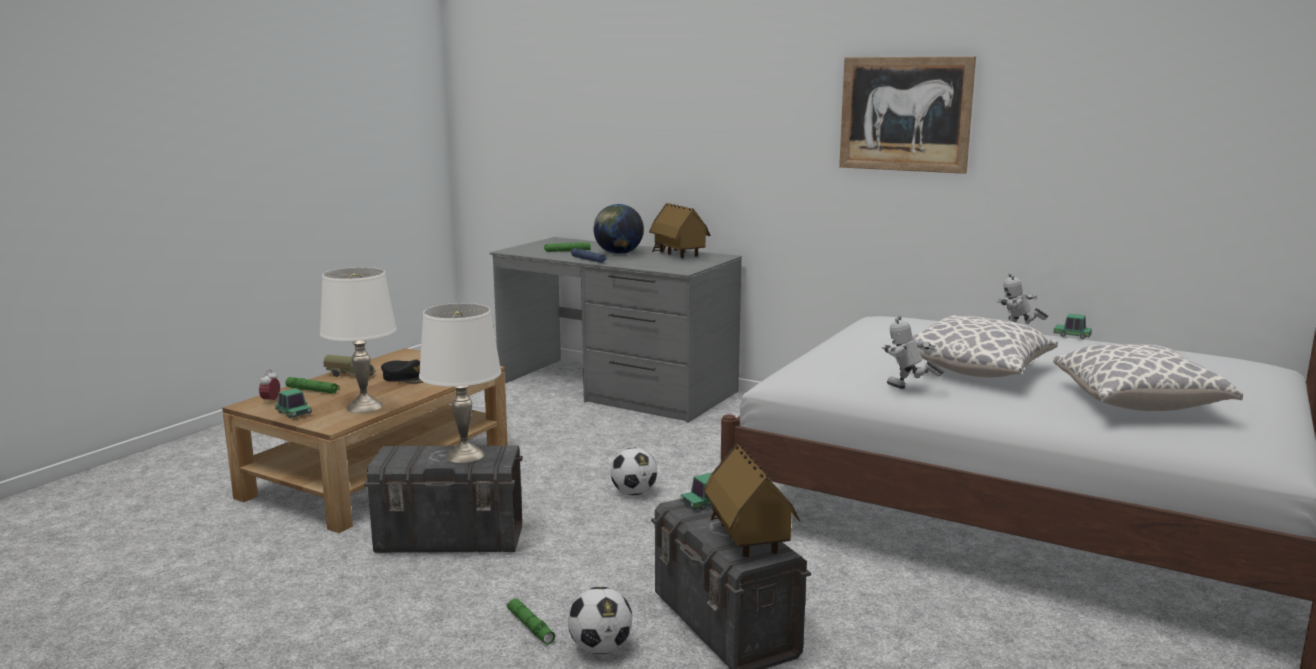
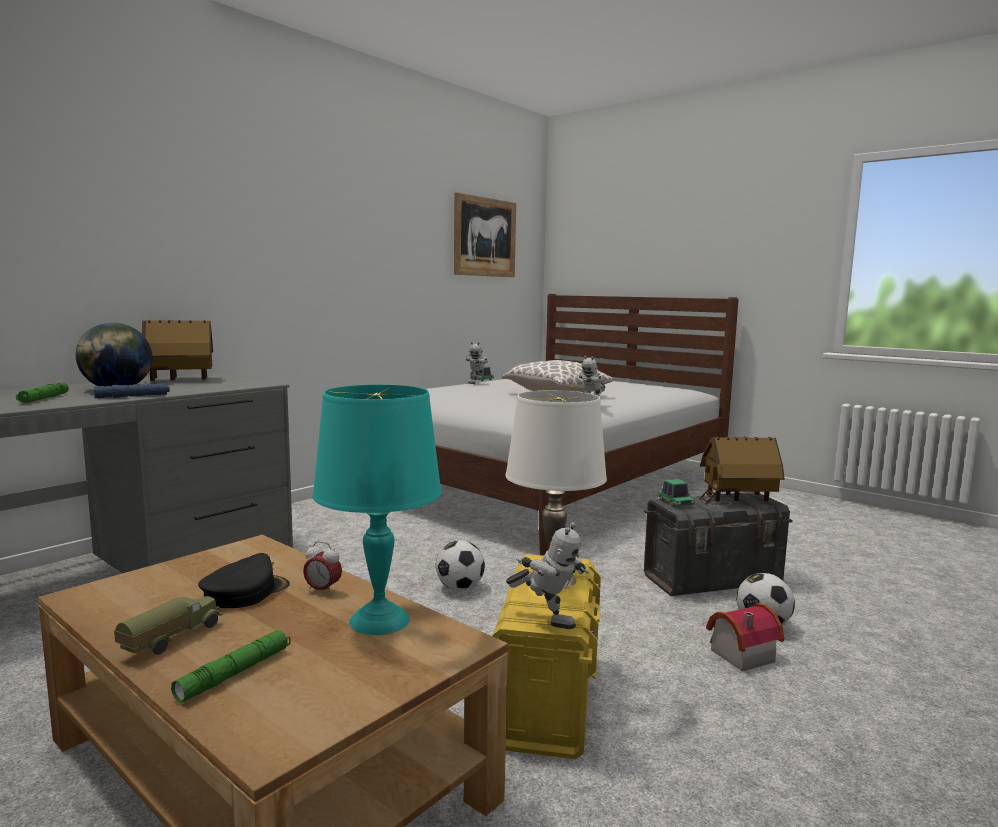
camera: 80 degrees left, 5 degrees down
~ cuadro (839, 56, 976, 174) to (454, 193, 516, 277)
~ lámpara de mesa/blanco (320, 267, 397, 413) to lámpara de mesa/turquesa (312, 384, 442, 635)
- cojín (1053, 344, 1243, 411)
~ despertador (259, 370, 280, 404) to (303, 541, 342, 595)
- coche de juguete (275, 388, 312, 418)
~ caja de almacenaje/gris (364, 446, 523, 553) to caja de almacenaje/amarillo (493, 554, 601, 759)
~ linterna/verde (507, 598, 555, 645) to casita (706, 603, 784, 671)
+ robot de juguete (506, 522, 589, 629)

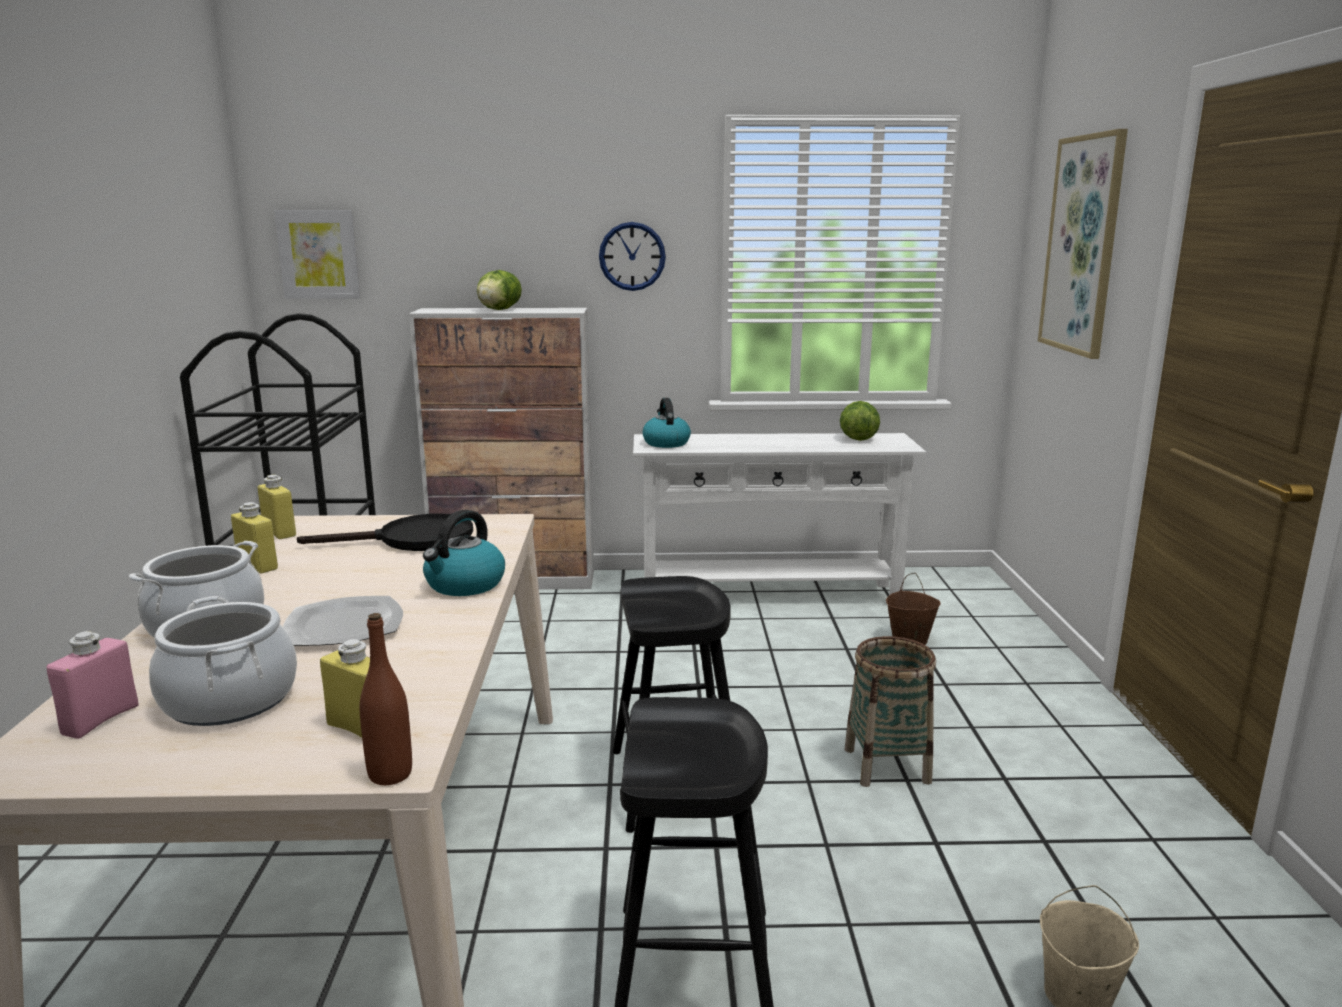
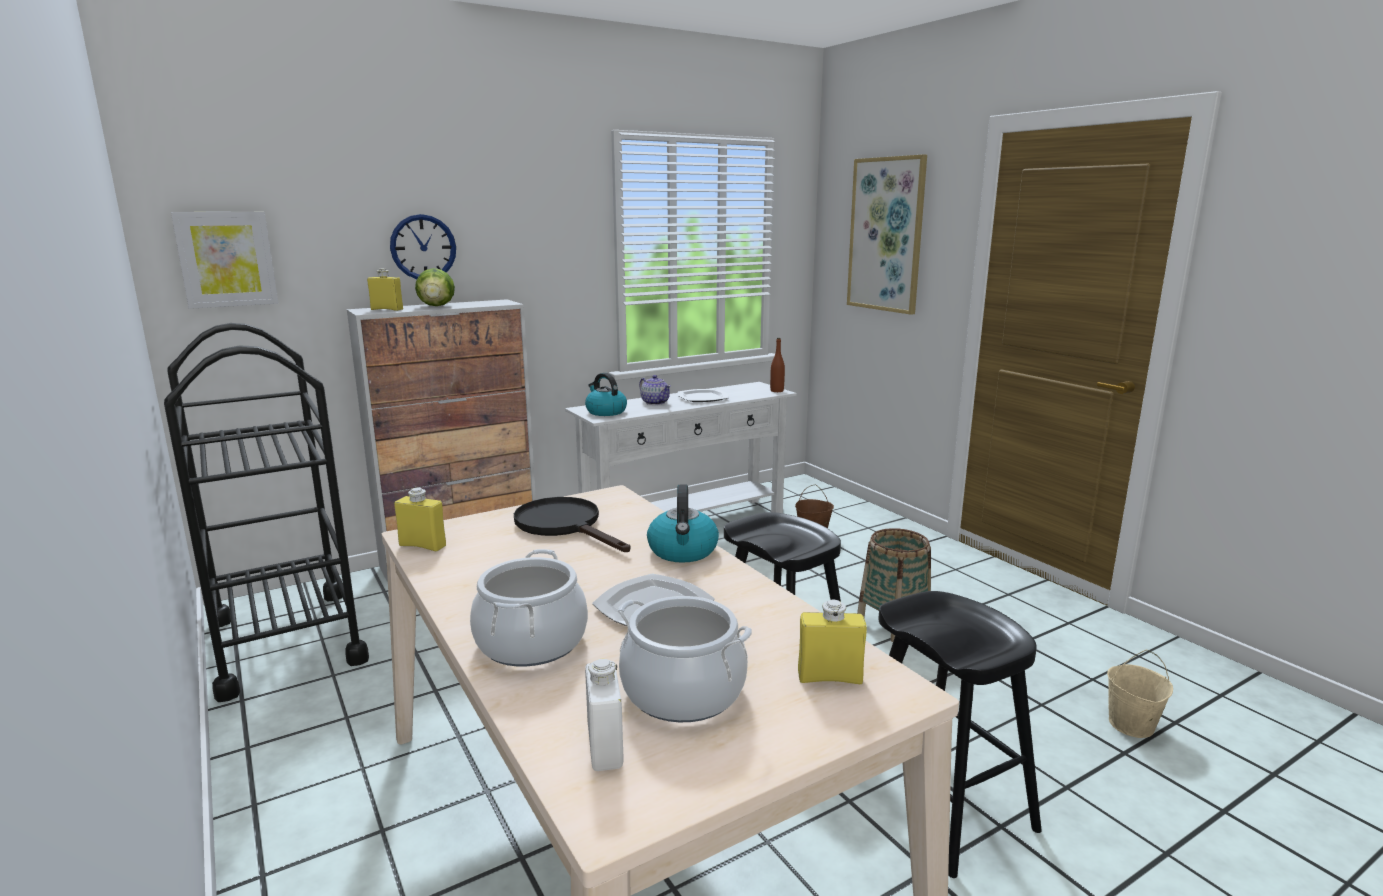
camera: 30 degrees left, 0 degrees up
~ reloj de pared (599, 222, 666, 291) to (390, 214, 456, 279)
- lechuga (840, 401, 880, 441)
~ botella/amarillo (231, 502, 278, 573) to (367, 268, 403, 311)
~ sartén/negro (297, 513, 473, 551) = (514, 497, 630, 552) 90 degrees counterclockwise
~ botella/marrón (360, 613, 412, 785) to (770, 338, 785, 392)
~ botella/rosa (47, 631, 139, 739) to botella/blanco (585, 659, 624, 771)
+ tetera (639, 375, 671, 405)
+ plato (678, 389, 729, 402)

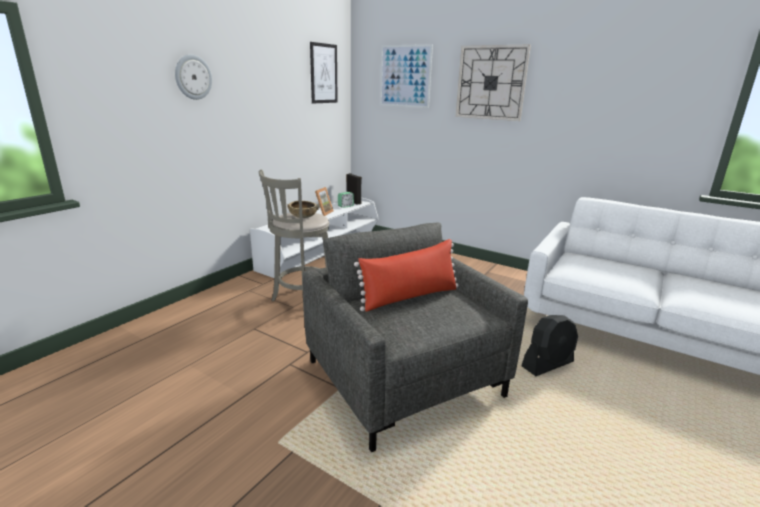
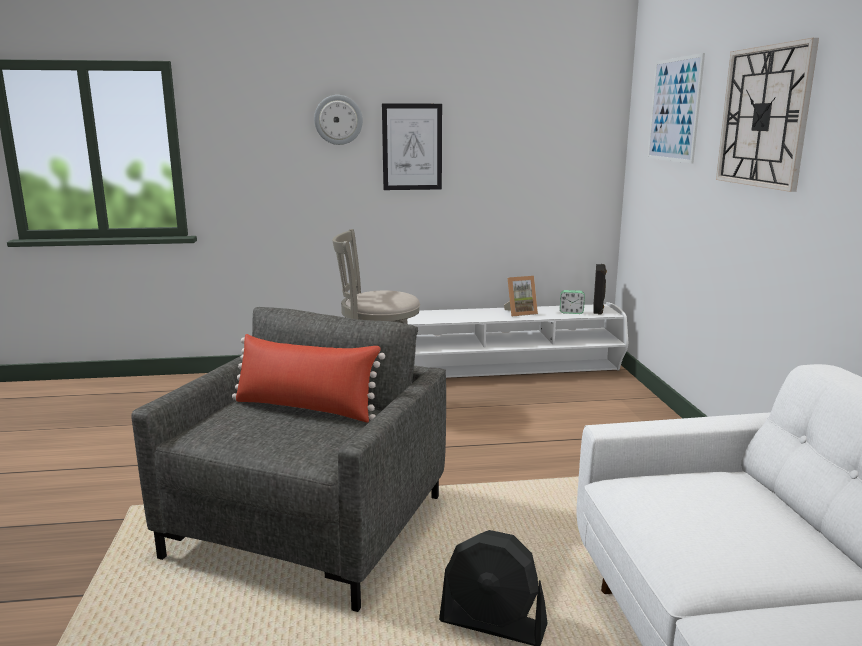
camera: 50 degrees right, 5 degrees down
~ cuadro (310, 42, 338, 104) to (382, 104, 442, 190)
- cuenco/marrón (287, 201, 318, 218)

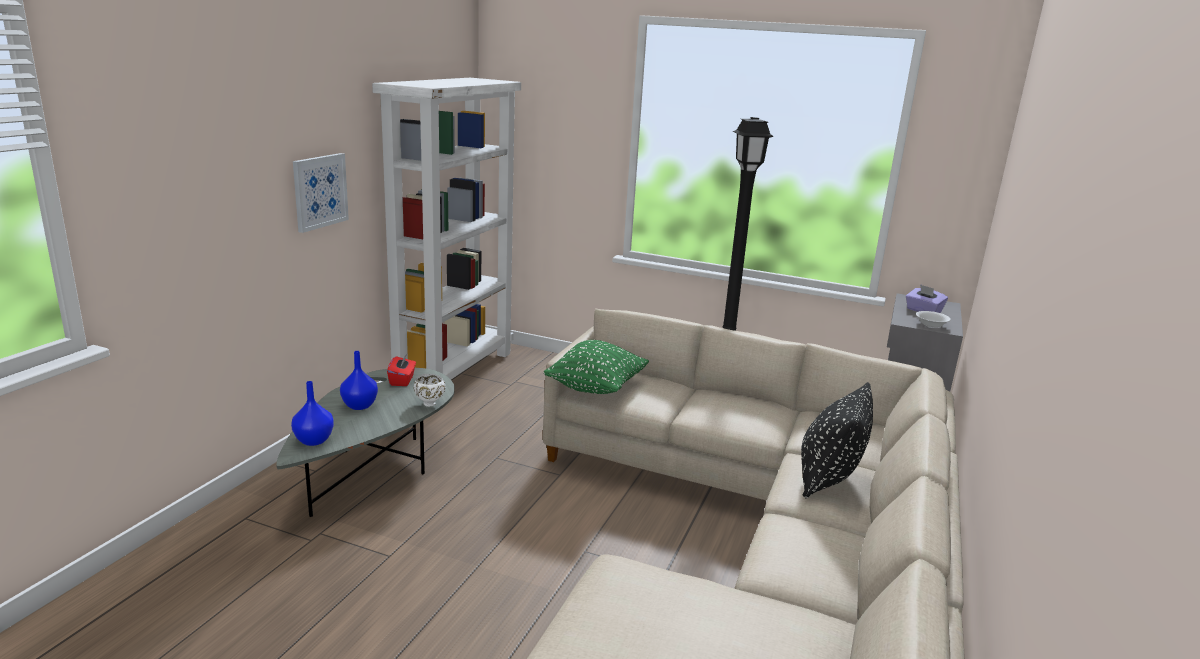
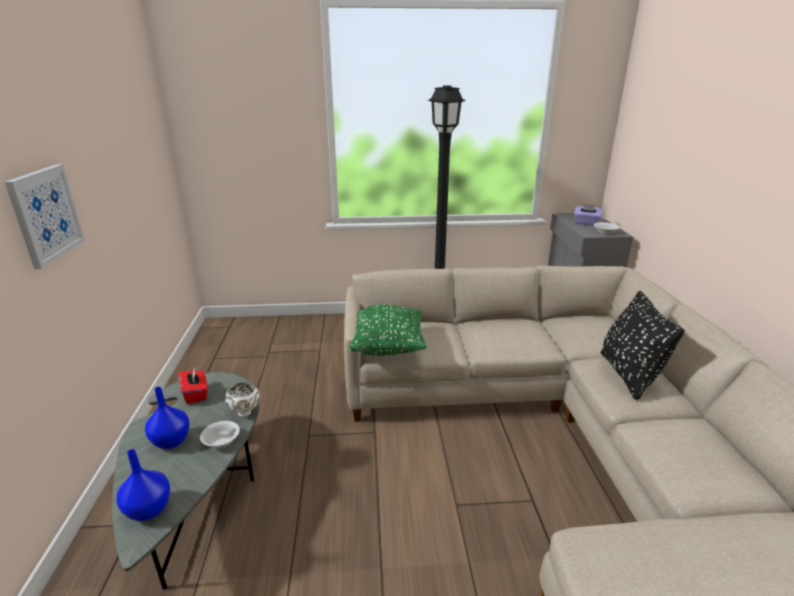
camera: 25 degrees left, 5 degrees up
- estantería/blanco (372, 78, 521, 380)
+ cuenco/blanco (200, 421, 240, 448)

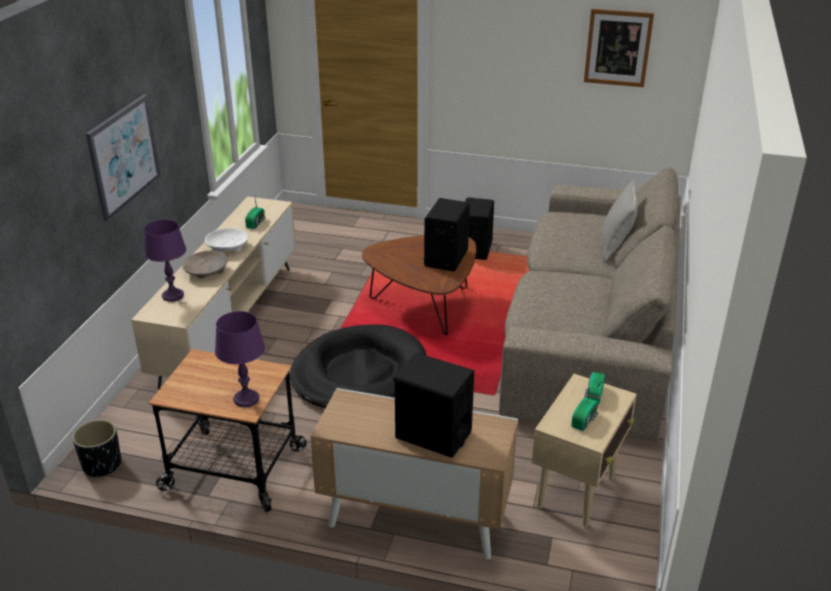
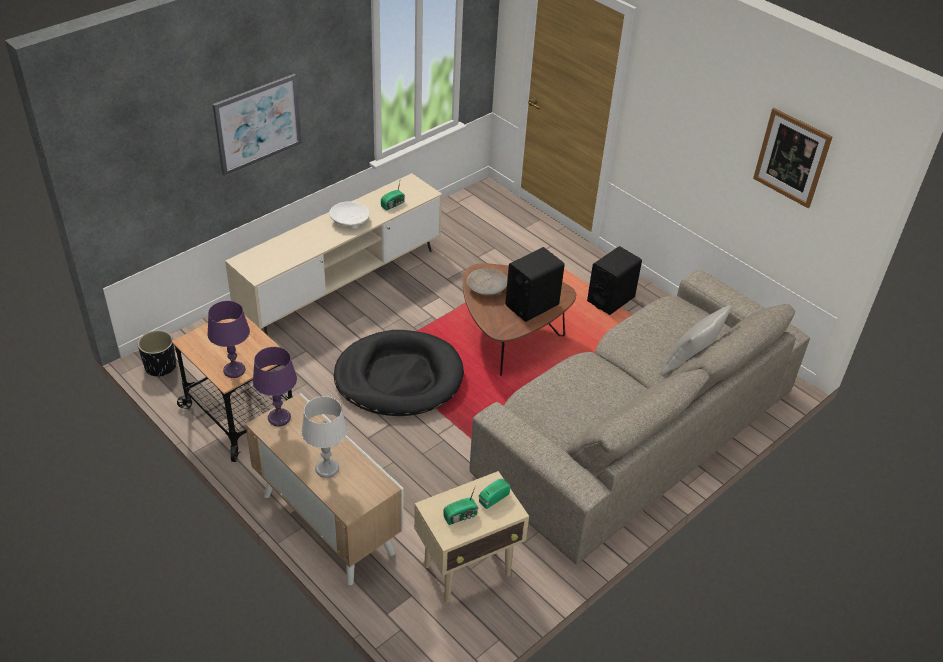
camera: 30 degrees right, 10 degrees up
~ lámpara de mesa/morado (144, 219, 186, 302) to (253, 347, 297, 426)
~ cuenco/beis (182, 251, 228, 279) to (467, 268, 508, 296)
~ altavoz/negro (393, 353, 474, 458) to lámpara de mesa/gris (301, 396, 347, 478)

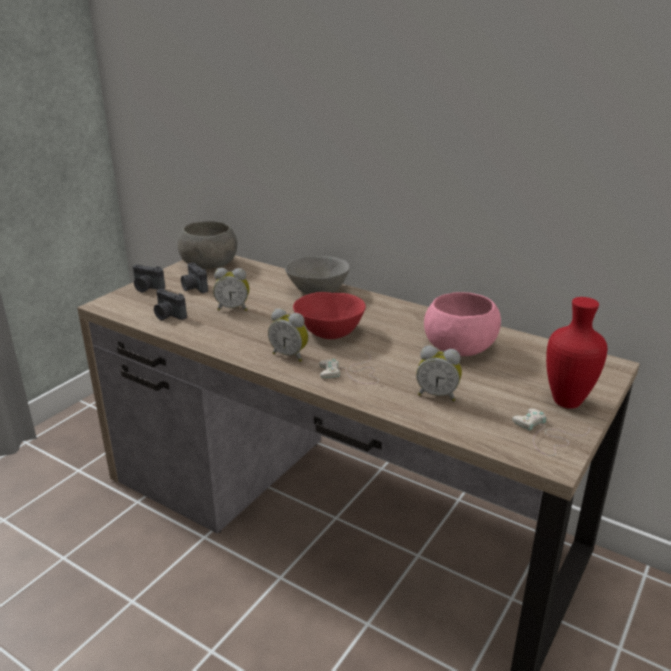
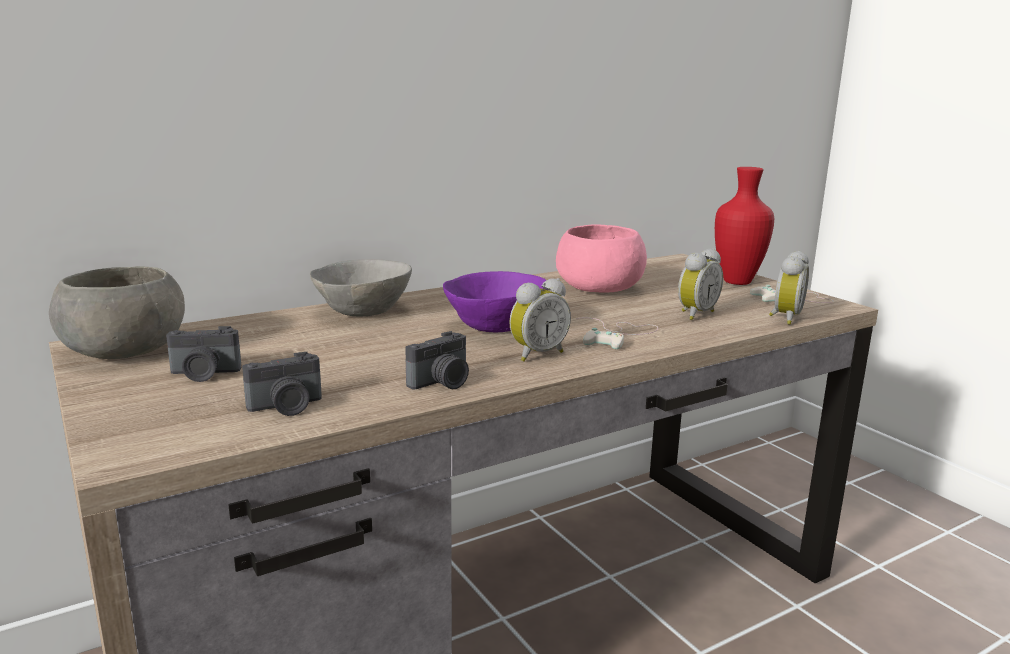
camera: 65 degrees left, 10 degrees down
~ cámara (133, 264, 165, 292) to (405, 331, 469, 389)
~ despertador (213, 268, 250, 311) to (769, 251, 809, 325)
~ cuenco/rojo (293, 292, 366, 339) to cuenco/morado (443, 271, 547, 332)

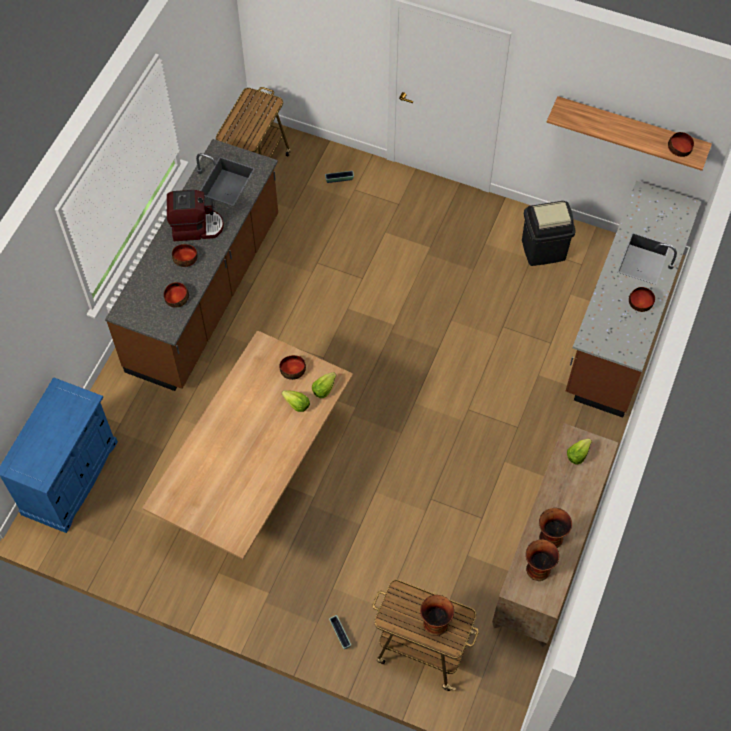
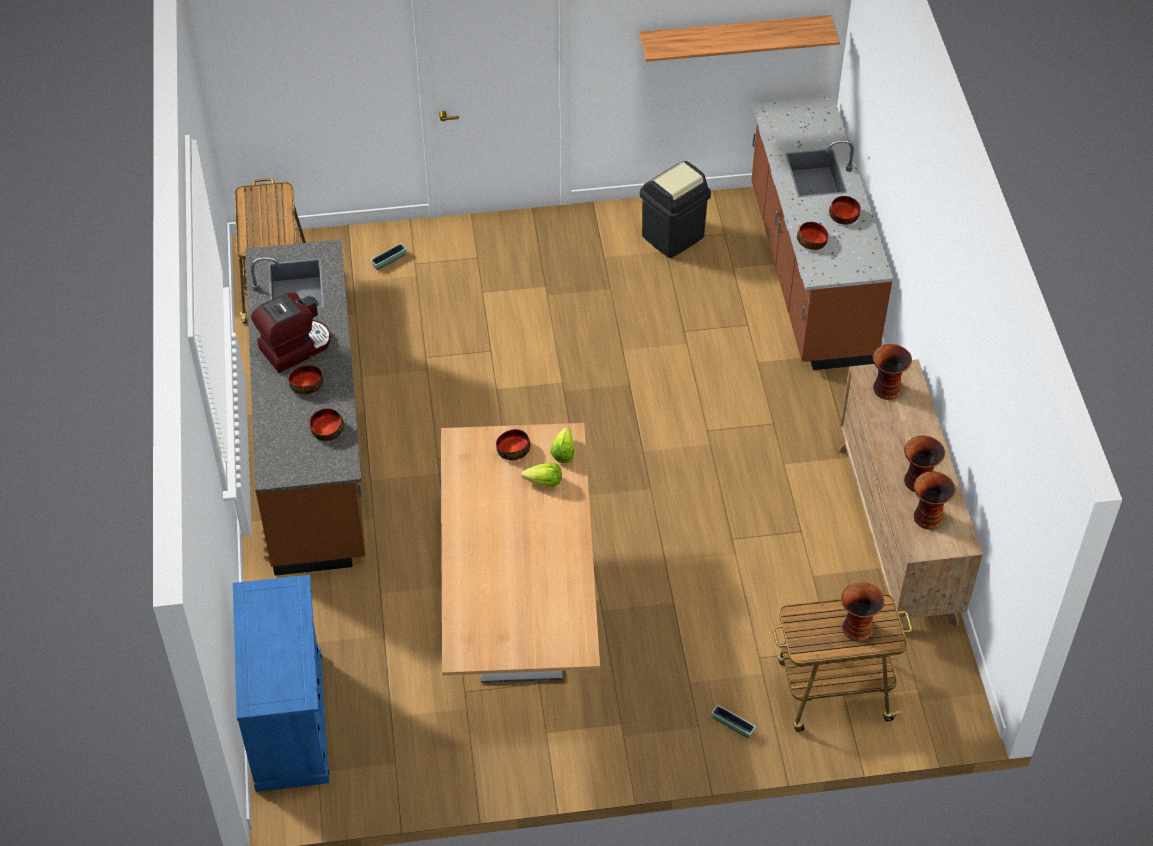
camera: 30 degrees left, 10 degrees down
~ cuenco (668, 132, 694, 157) to (797, 222, 828, 250)
~ lechuga (567, 438, 592, 465) to florero (873, 344, 912, 400)

